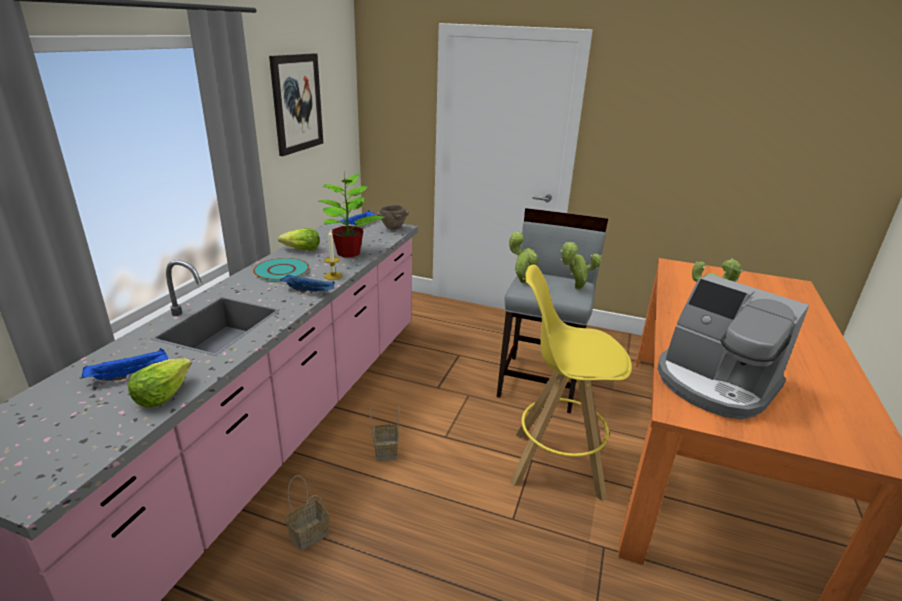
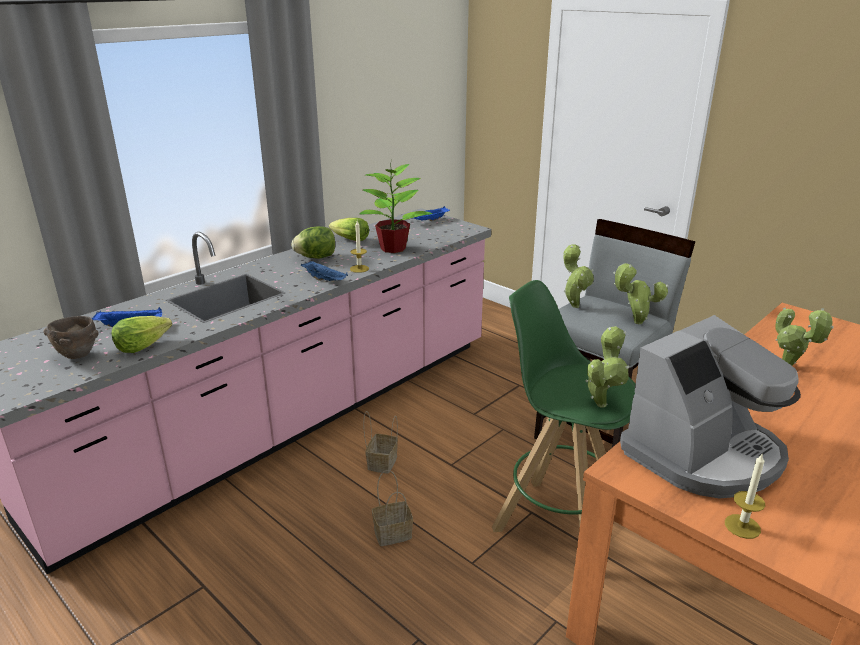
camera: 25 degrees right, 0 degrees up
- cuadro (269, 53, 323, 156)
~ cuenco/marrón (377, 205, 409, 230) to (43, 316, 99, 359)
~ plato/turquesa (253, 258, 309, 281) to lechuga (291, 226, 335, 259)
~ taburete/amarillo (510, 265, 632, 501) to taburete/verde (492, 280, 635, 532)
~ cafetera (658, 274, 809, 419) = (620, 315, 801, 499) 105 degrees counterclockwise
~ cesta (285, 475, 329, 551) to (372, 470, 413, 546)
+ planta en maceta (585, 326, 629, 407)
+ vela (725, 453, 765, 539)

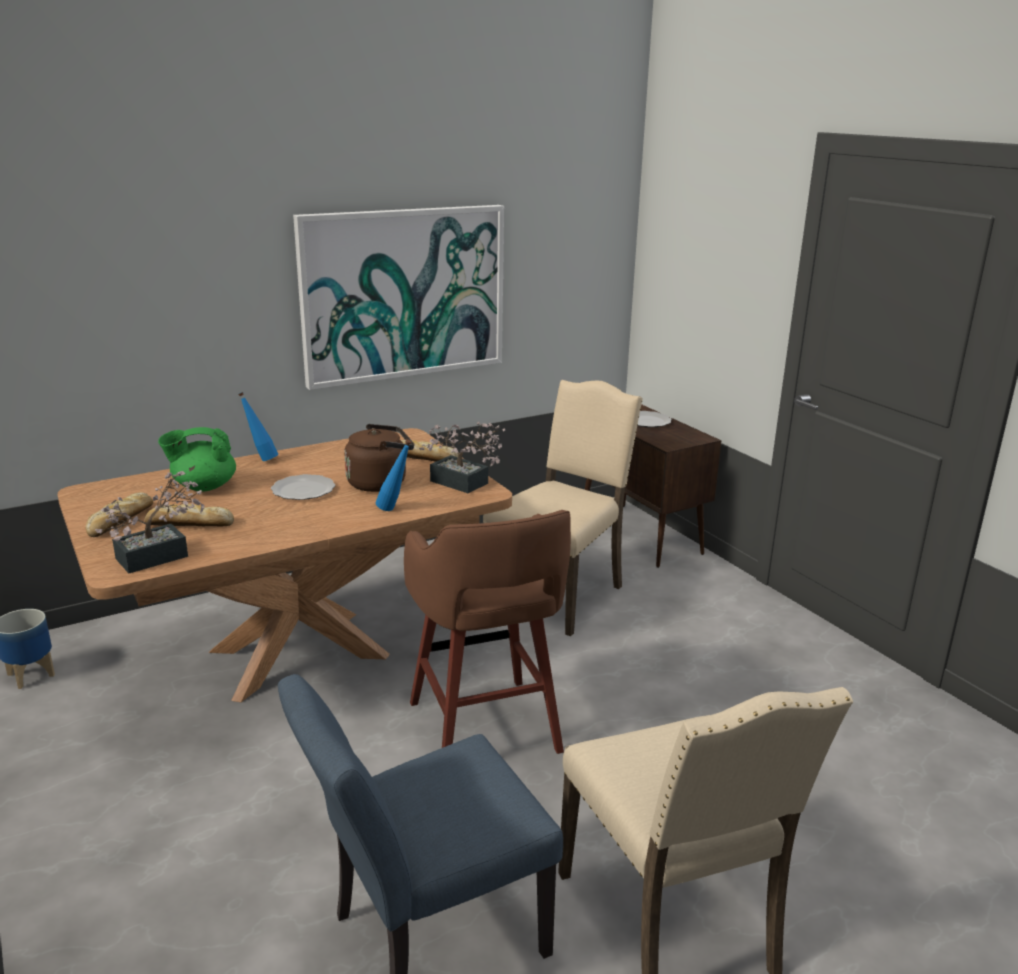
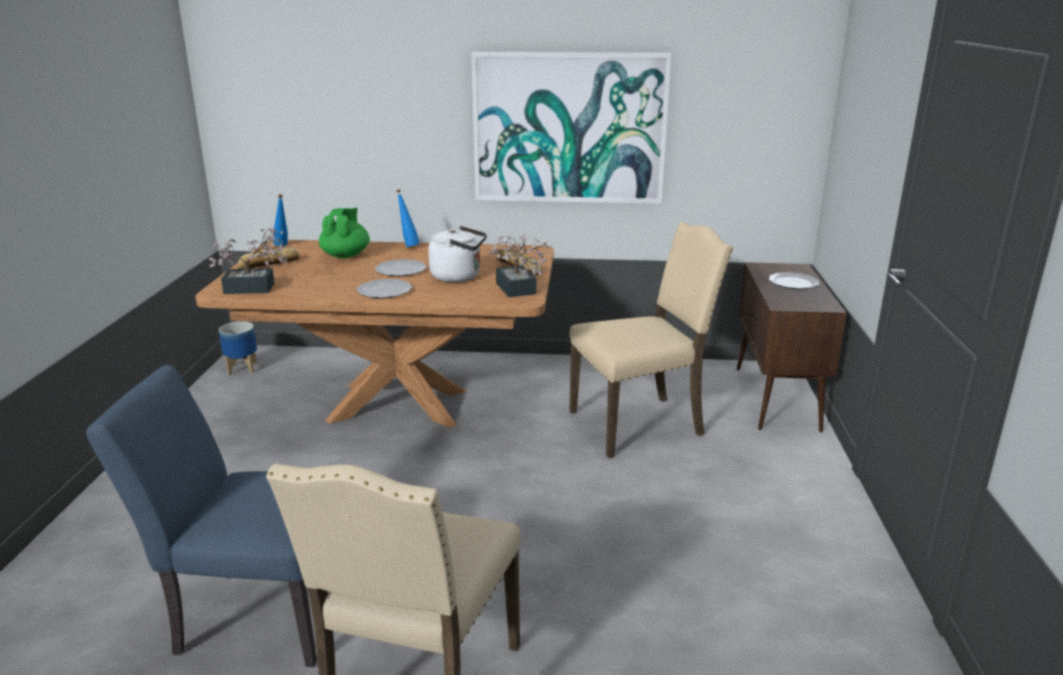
camera: 35 degrees right, 0 degrees up
~ hervidor/marrón (344, 424, 414, 492) to hervidor/blanco (428, 226, 487, 282)
~ tetera/verde (158, 427, 236, 492) = (319, 208, 370, 258) 75 degrees clockwise
~ botella/azul (376, 439, 411, 511) to (273, 194, 288, 246)
- pan (145, 504, 234, 526)
- taburete/marrón (404, 510, 571, 754)
+ plato (356, 279, 412, 298)

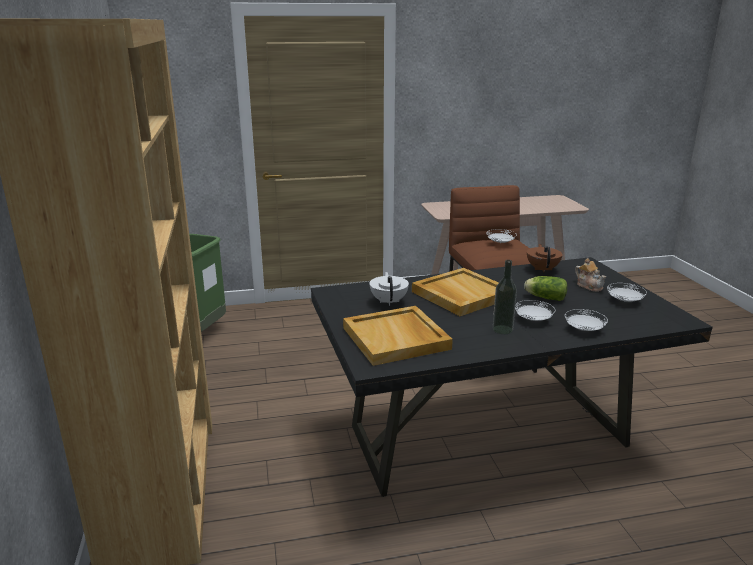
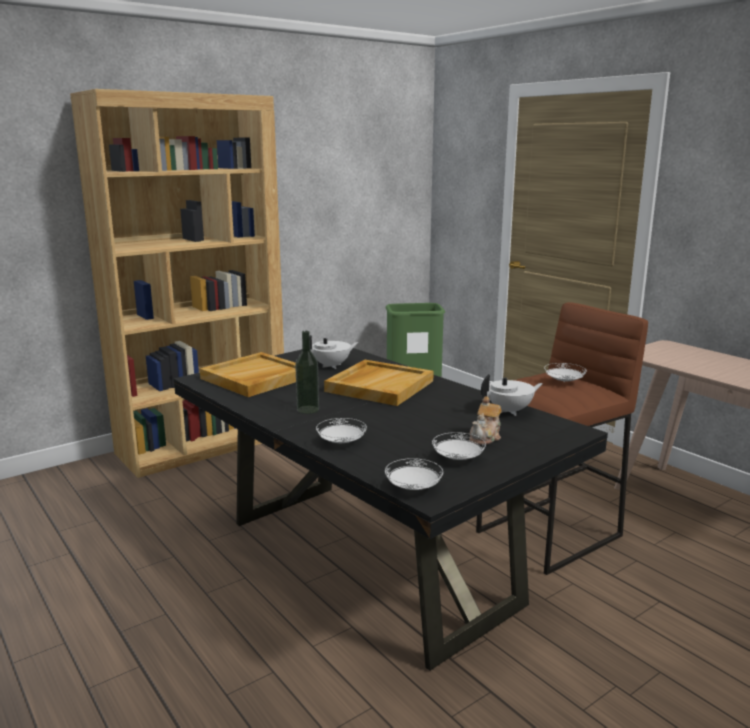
camera: 65 degrees right, 5 degrees down
~ tetera/marrón (527, 244, 563, 273) to tetera/blanco (481, 374, 543, 416)
- lechuga (524, 276, 567, 301)
~ plato/blanco (515, 300, 555, 321) to (385, 458, 443, 490)

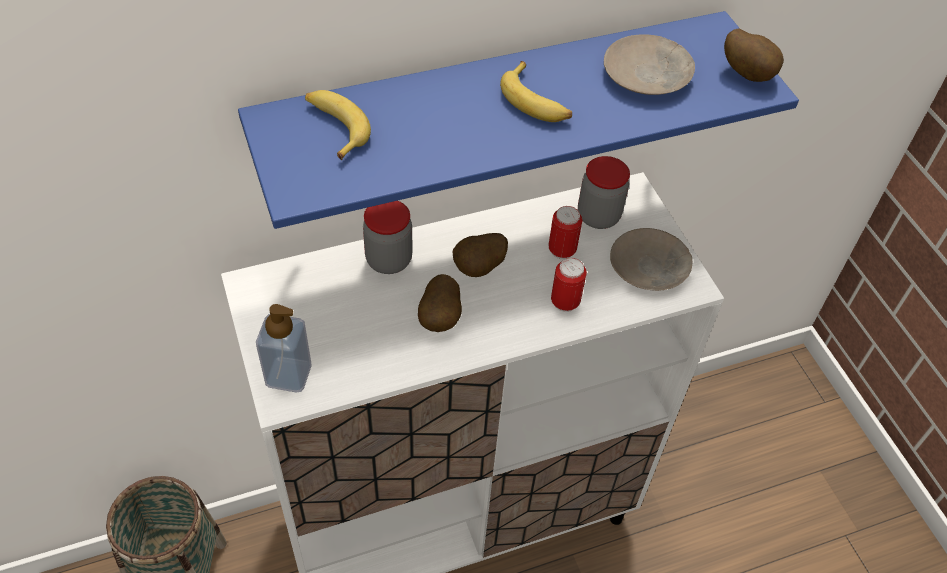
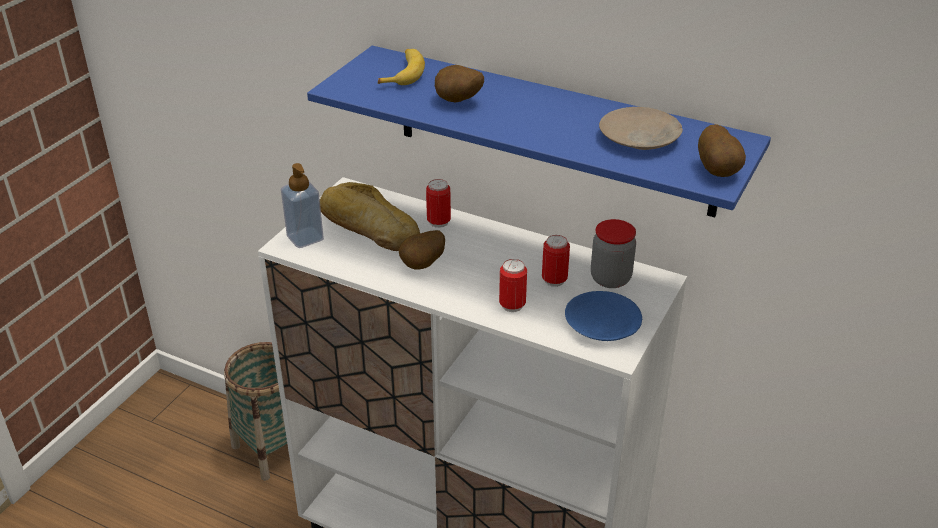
camera: 50 degrees right, 15 degrees down
- plátano (500, 61, 572, 122)
~ tarro (363, 201, 413, 274) to lata (426, 179, 451, 228)
~ plato/beis (610, 228, 692, 291) to plato/azul (565, 291, 642, 341)
~ patata (452, 233, 508, 277) to (435, 65, 484, 102)
+ pan (320, 182, 420, 251)

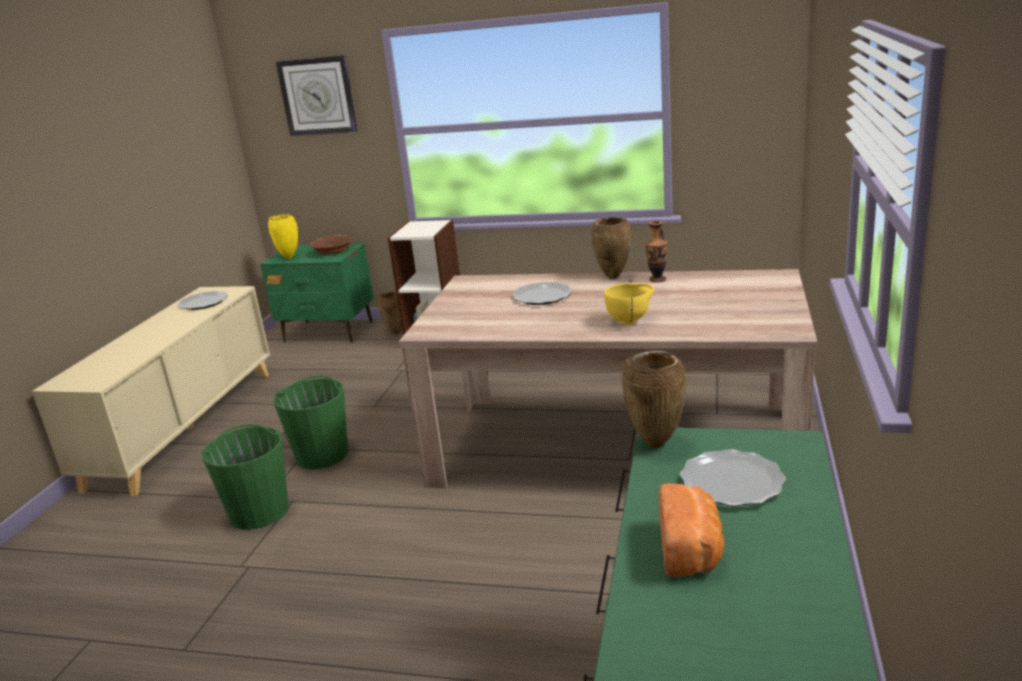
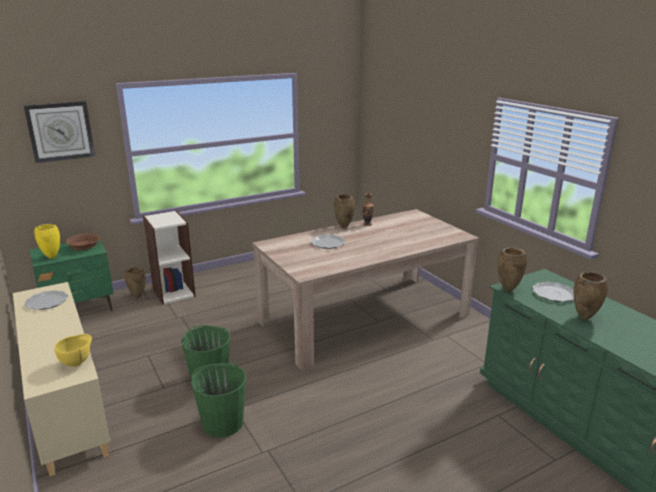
camera: 45 degrees left, 0 degrees up
~ cuenco/amarillo (604, 283, 654, 325) to (54, 334, 92, 367)
~ pan (659, 483, 725, 577) to florero/marrón (574, 272, 608, 320)

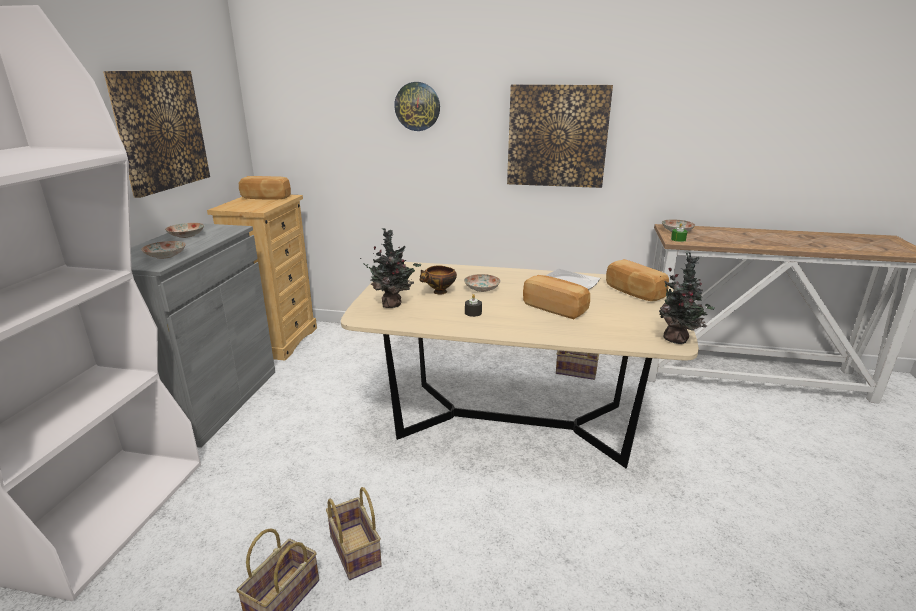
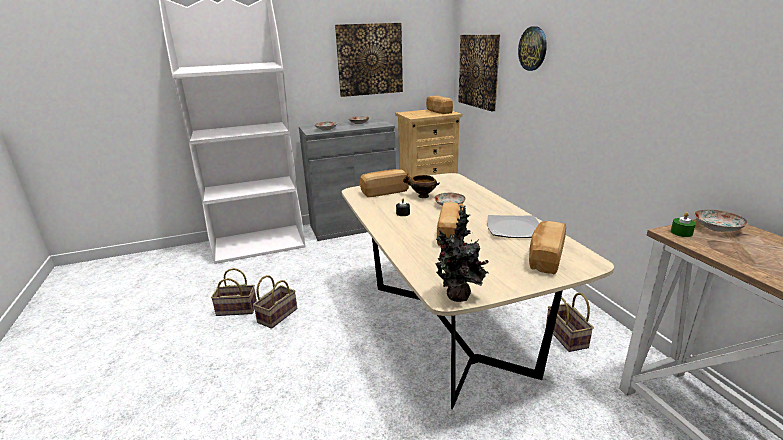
camera: 60 degrees right, 0 degrees up
~ cuadro (507, 84, 613, 188) to (458, 35, 500, 111)
~ planta en maceta (360, 228, 421, 308) to pan (360, 169, 409, 197)

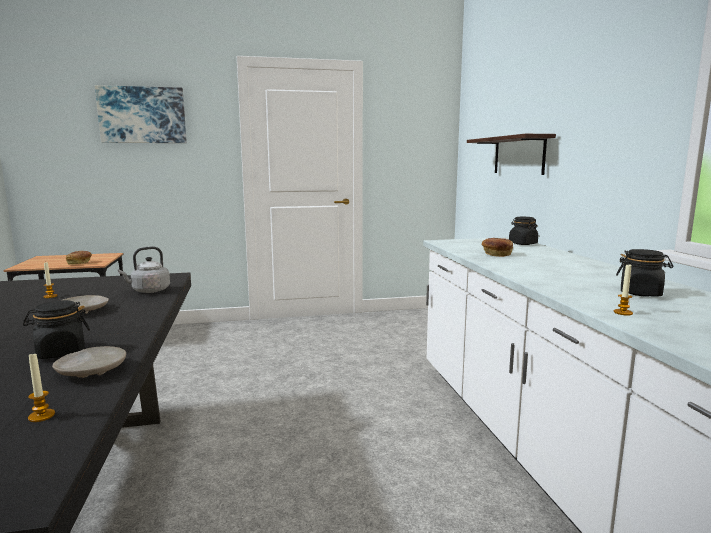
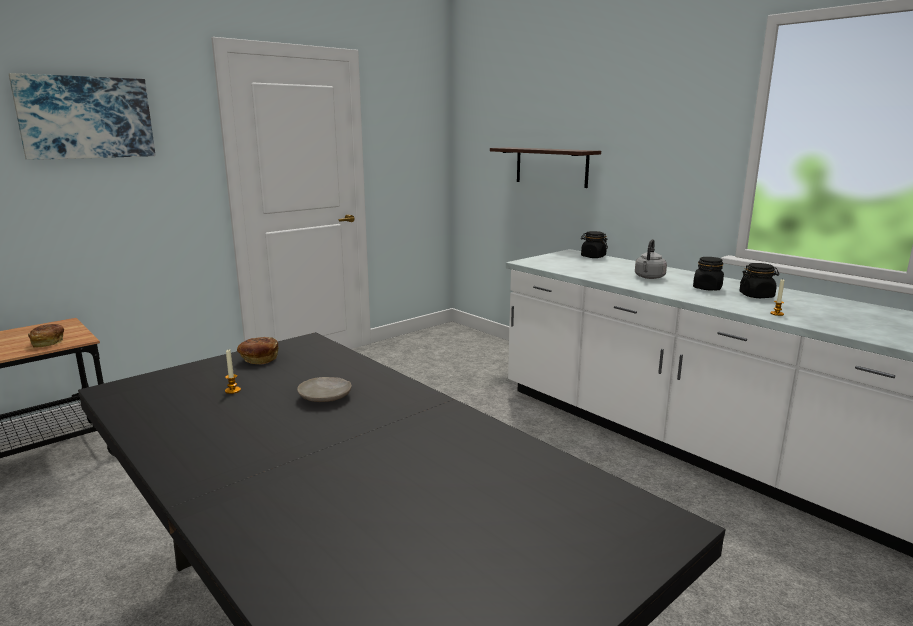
camera: 30 degrees left, 5 degrees up
~ pan (482, 238, 513, 257) to (237, 337, 278, 364)
~ hervidor/gris (118, 246, 170, 293) to (635, 239, 667, 279)
~ tarro/negro (23, 300, 90, 359) to (693, 257, 724, 291)
- plato/beis (52, 346, 126, 378)
- vela (28, 352, 55, 422)

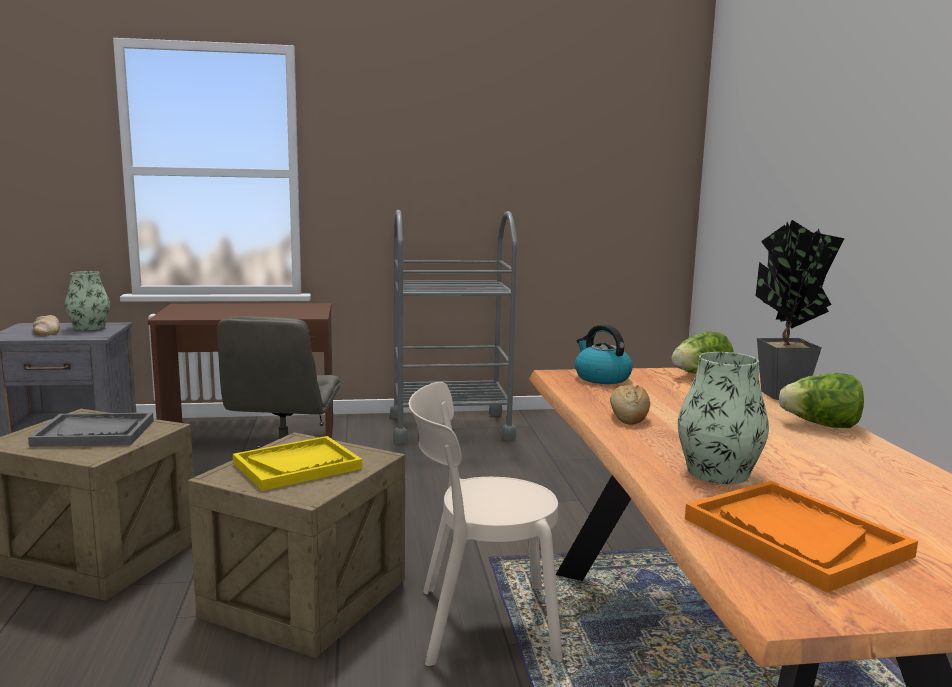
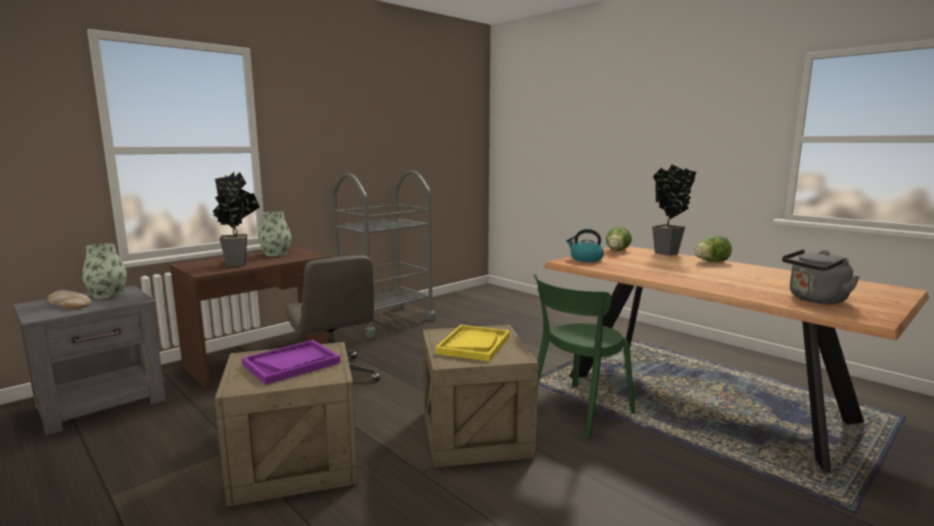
camera: 35 degrees left, 0 degrees up
~ florero (678, 352, 769, 484) to (258, 211, 291, 257)
~ silla/beis (409, 382, 563, 666) to silla/verde (534, 274, 635, 438)
- pan (610, 385, 650, 425)
~ bandeja/gris (28, 413, 154, 447) to bandeja/morado (242, 340, 341, 385)
~ bandeja/naranja (685, 481, 918, 593) to hervidor/gris (782, 249, 860, 304)
+ planta en maceta (212, 172, 260, 267)

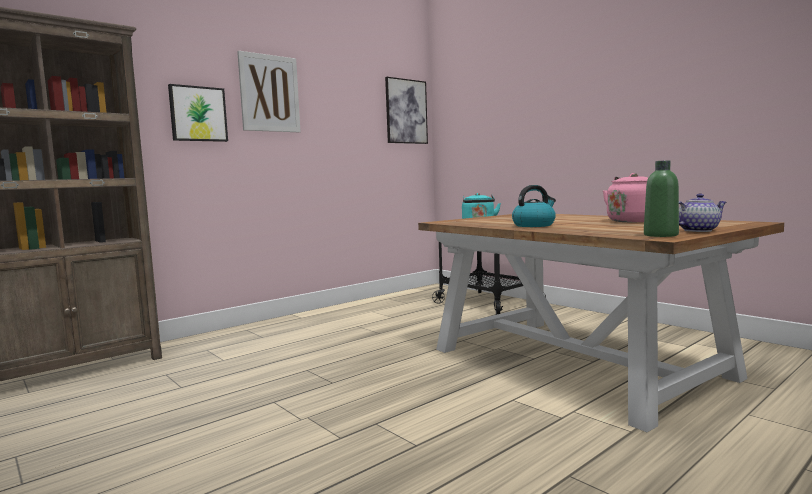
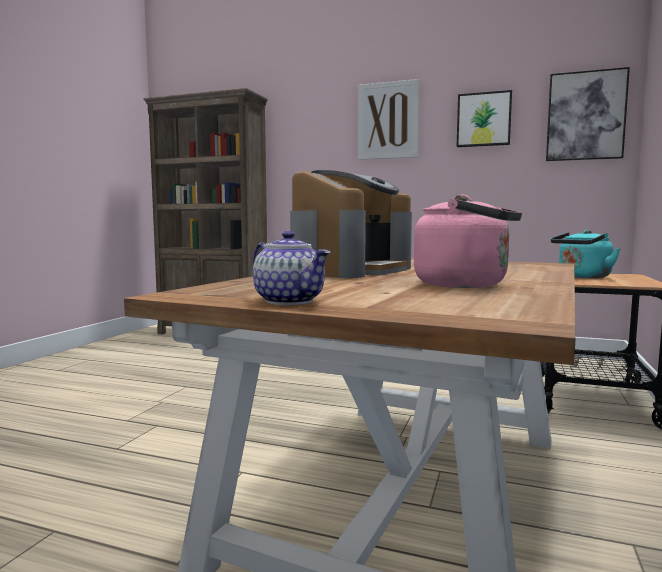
camera: 60 degrees right, 0 degrees up
~ cuadro (168, 84, 228, 142) to (457, 90, 512, 147)
- botella/verde (644, 160, 679, 237)
~ hervidor (512, 185, 556, 227) to cafetera (290, 170, 412, 278)

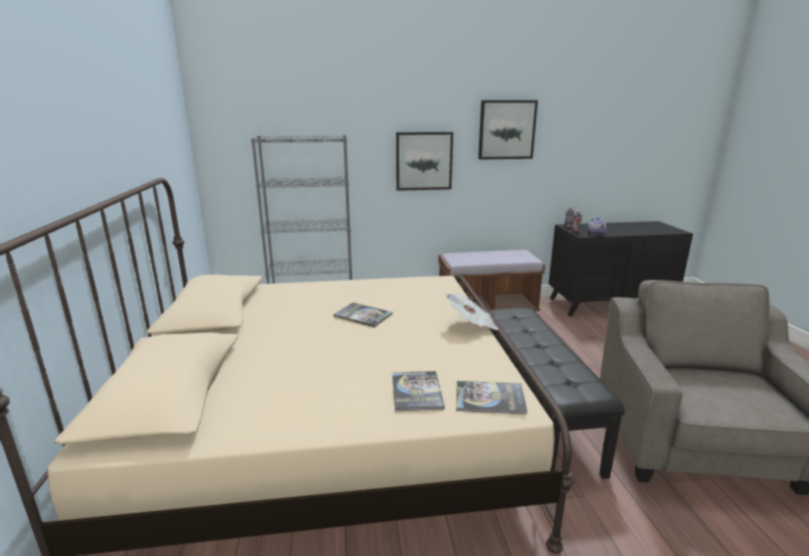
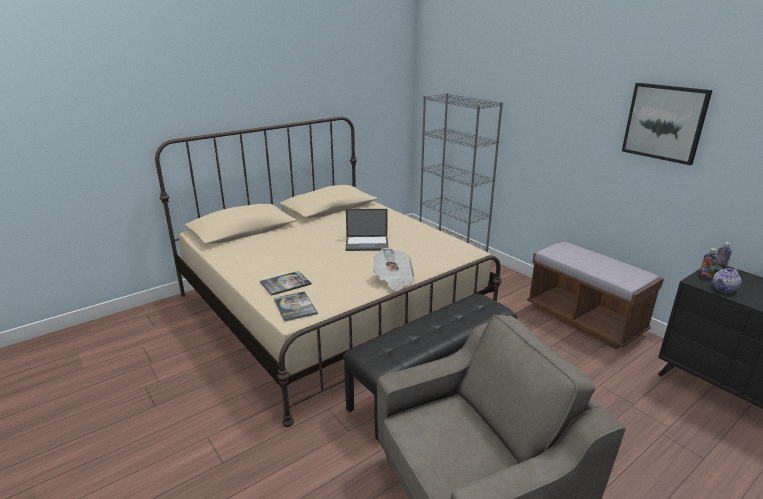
camera: 60 degrees right, 5 degrees up
- cuadro (396, 132, 453, 191)
~ libro (333, 303, 392, 327) to portátil (345, 209, 389, 251)

